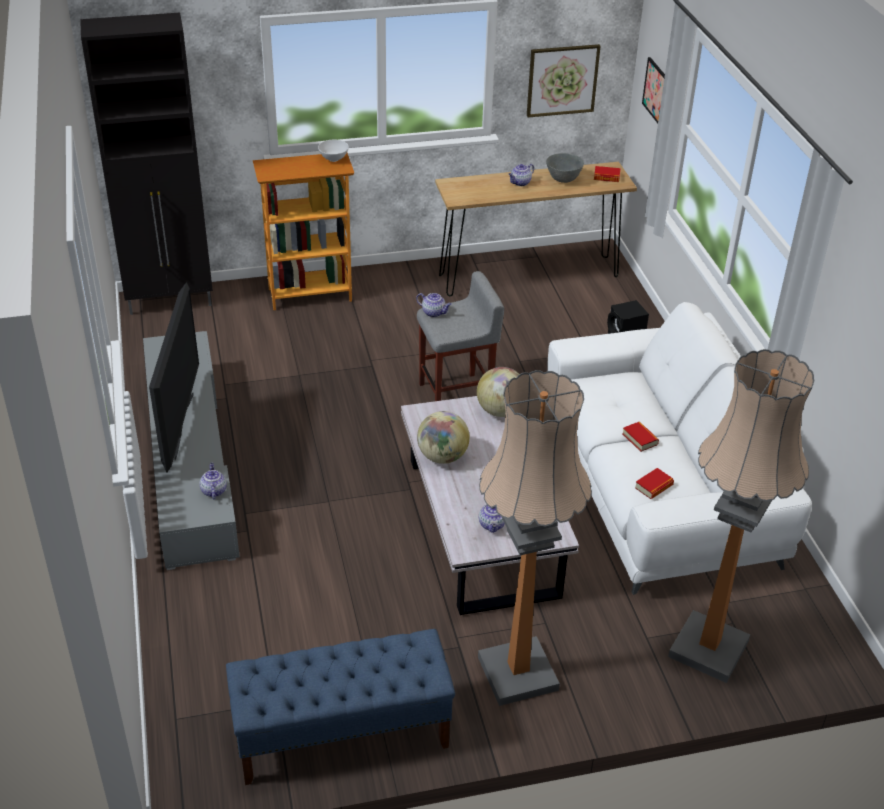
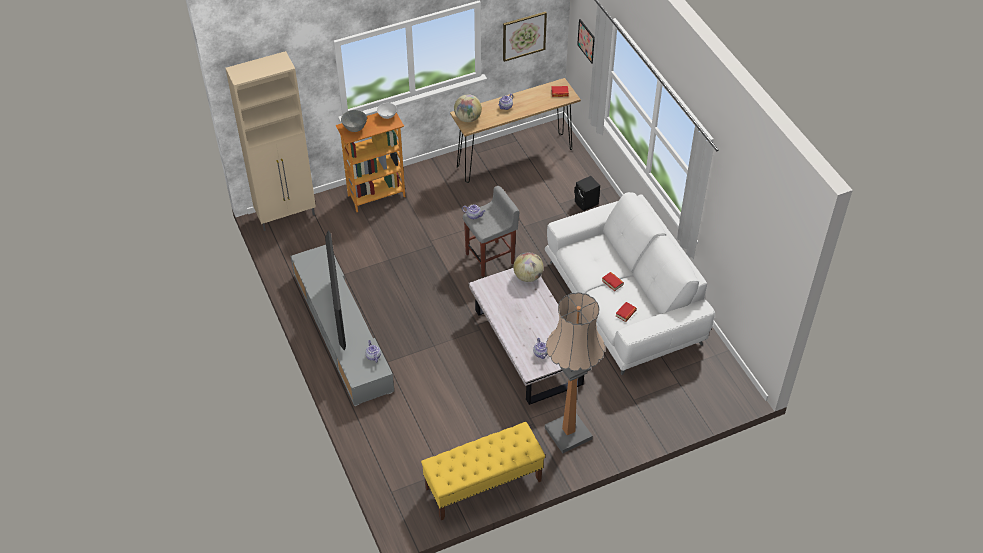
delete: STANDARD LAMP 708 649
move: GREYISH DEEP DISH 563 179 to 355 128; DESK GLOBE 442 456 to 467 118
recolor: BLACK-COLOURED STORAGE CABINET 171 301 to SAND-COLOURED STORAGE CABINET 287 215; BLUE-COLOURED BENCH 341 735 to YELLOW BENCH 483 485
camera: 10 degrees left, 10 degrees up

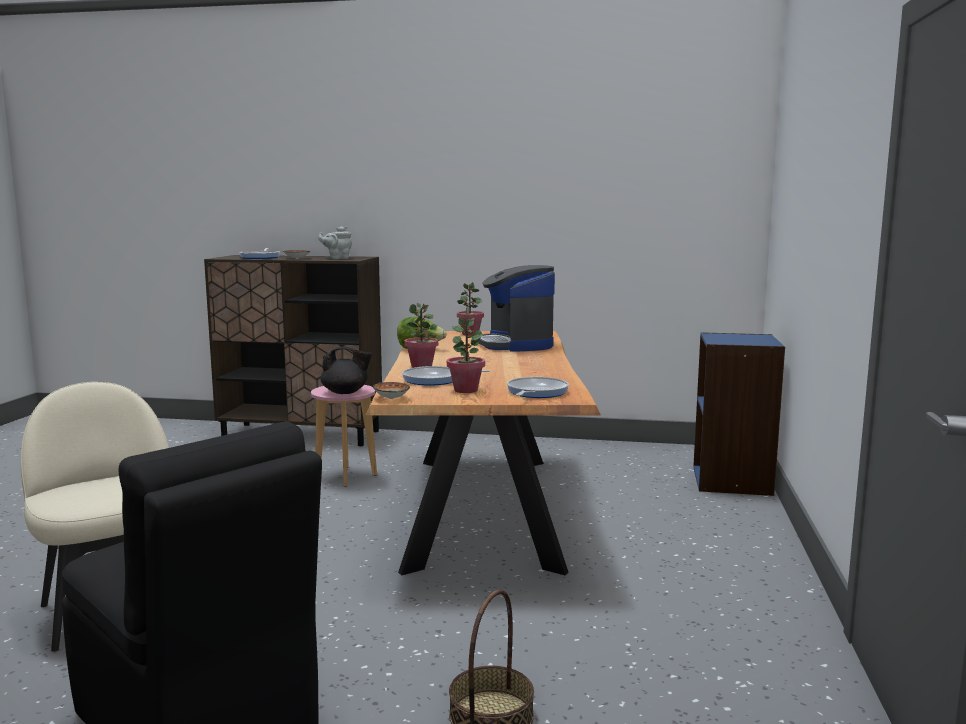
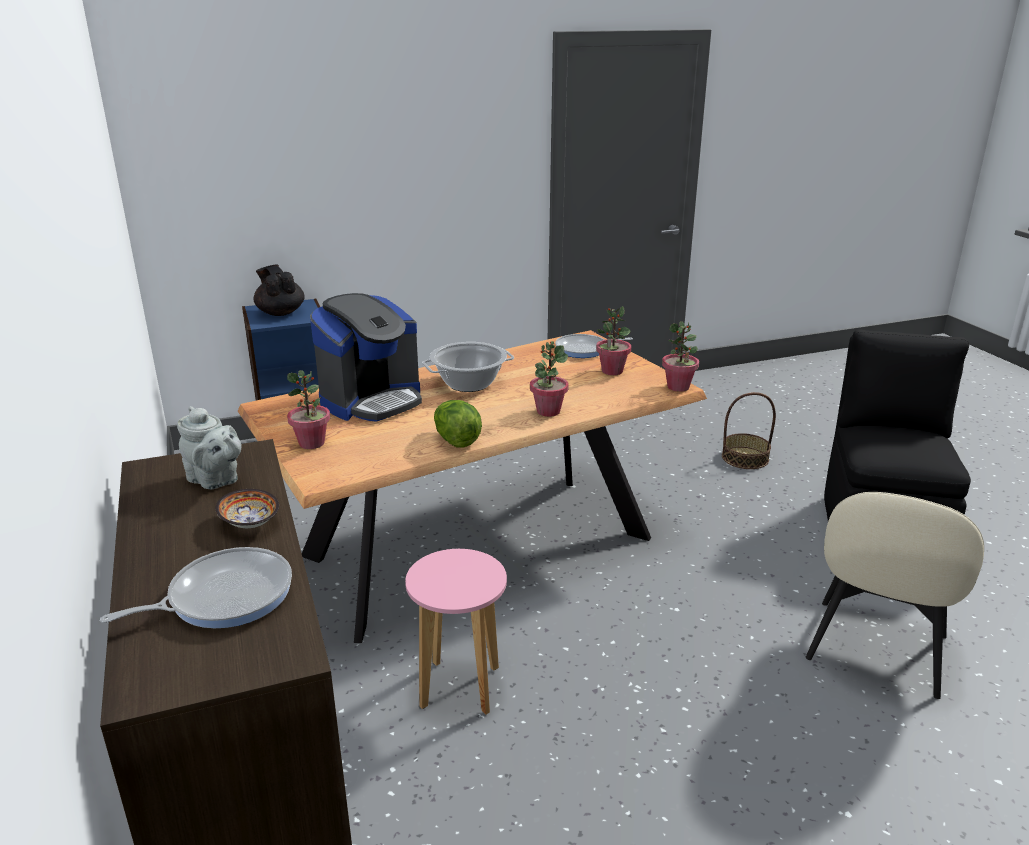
delete: PAN 435 380
insert: SAUCEPOT 469 383
move: BLACK-COLOURED POT FOR TEA 345 392 to 280 312
replace: DEEP DISH 390 399 to POTTED PLANT 678 387
camera: 120 degrees left, 15 degrees up

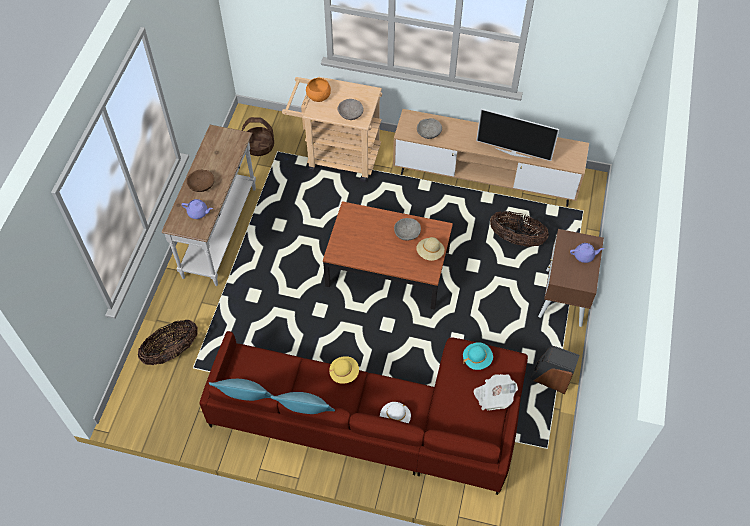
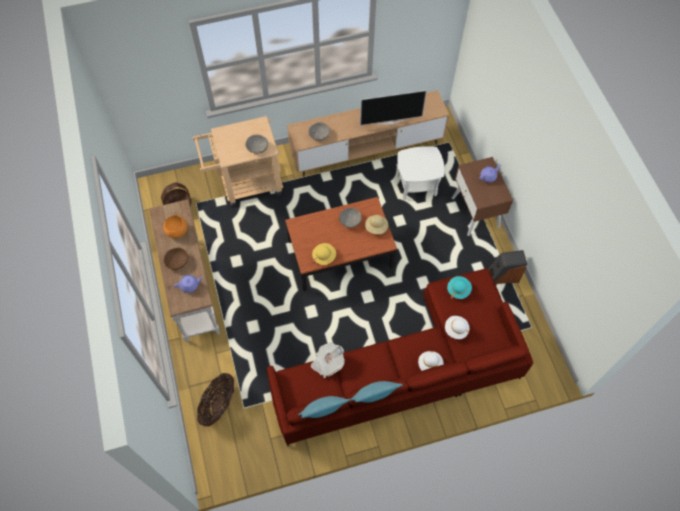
insert: WHITE HAT 456 329
move: ORANGE-COLOURED DEEP DISH 318 96 to 177 231; YELLOW HAT 344 373 to 324 256; NEWSPAPER 493 396 to 327 363
replace: BASKET 516 239 to WHITE ACCENT TABLE 417 185
camera: 30 degrees left, 5 degrees up

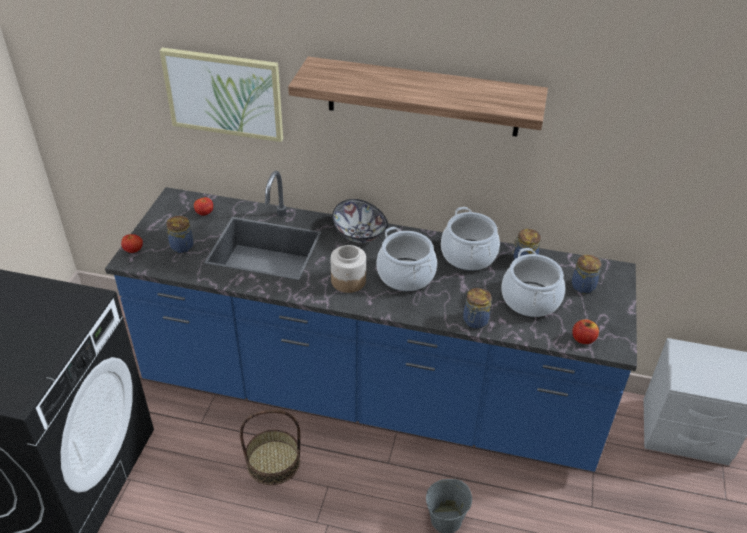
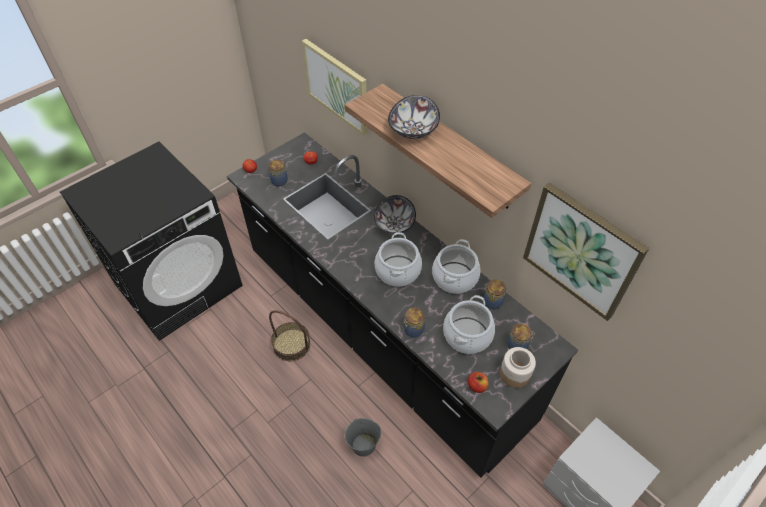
insert: DEEP DISH 414 130; PICTURE 581 251
move: JAR 348 281 to 514 374
recolor: BLUE-COLOURED KITCHEN COUNTER 370 394 to BLACK-COLOURED KITCHEN COUNTER 383 333
camera: 35 degrees right, 10 degrees up

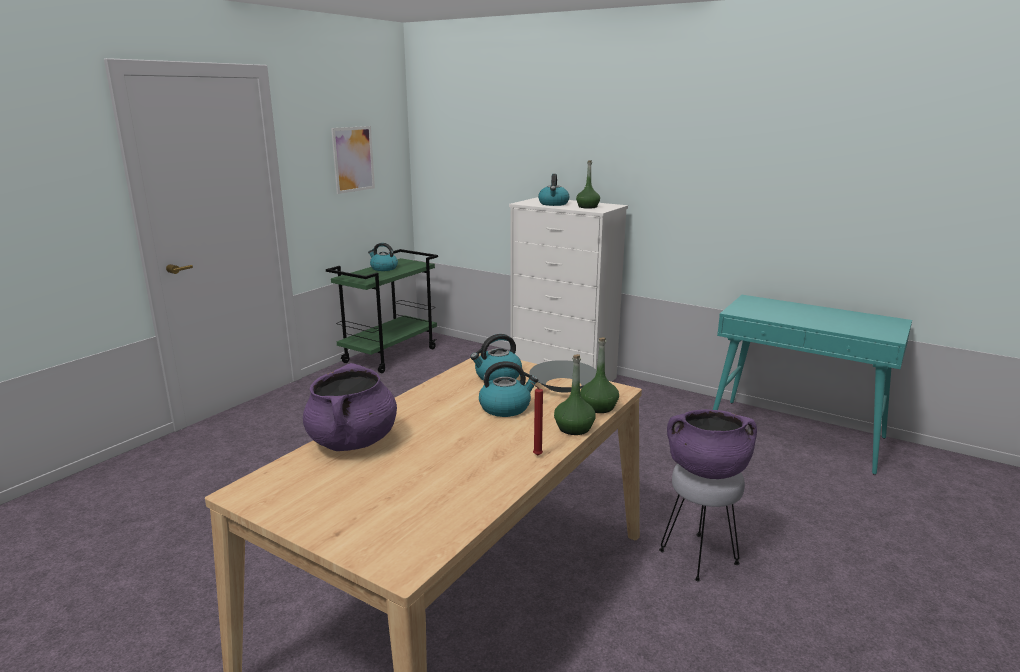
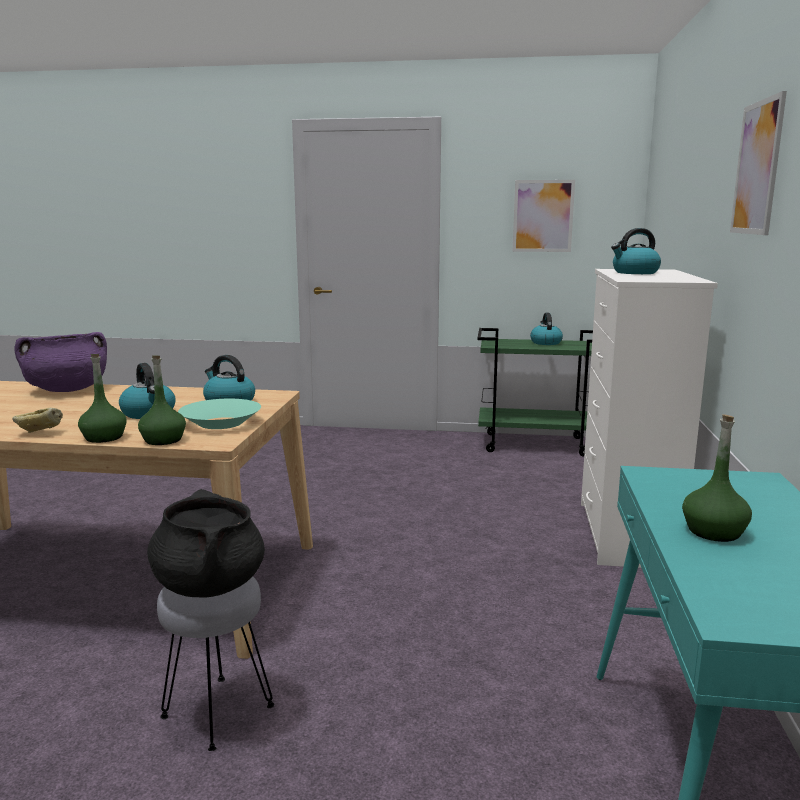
insert: PICTURE 757 168
move: GREEN-COLOURED DRINK BOTTLE 587 207 to 714 531
replace: REDDISH WAX LIGHT 536 455 to BAKED BREAD 39 433
recolor: GREYISH DEEP DISH 563 385 to TURQUOISE-COLOURED DEEP DISH 221 423; PURPLISH SAUCEPOT 707 470 to BLACK-COLOURED SAUCEPOT 209 585
camera: 65 degrees right, 5 degrees down

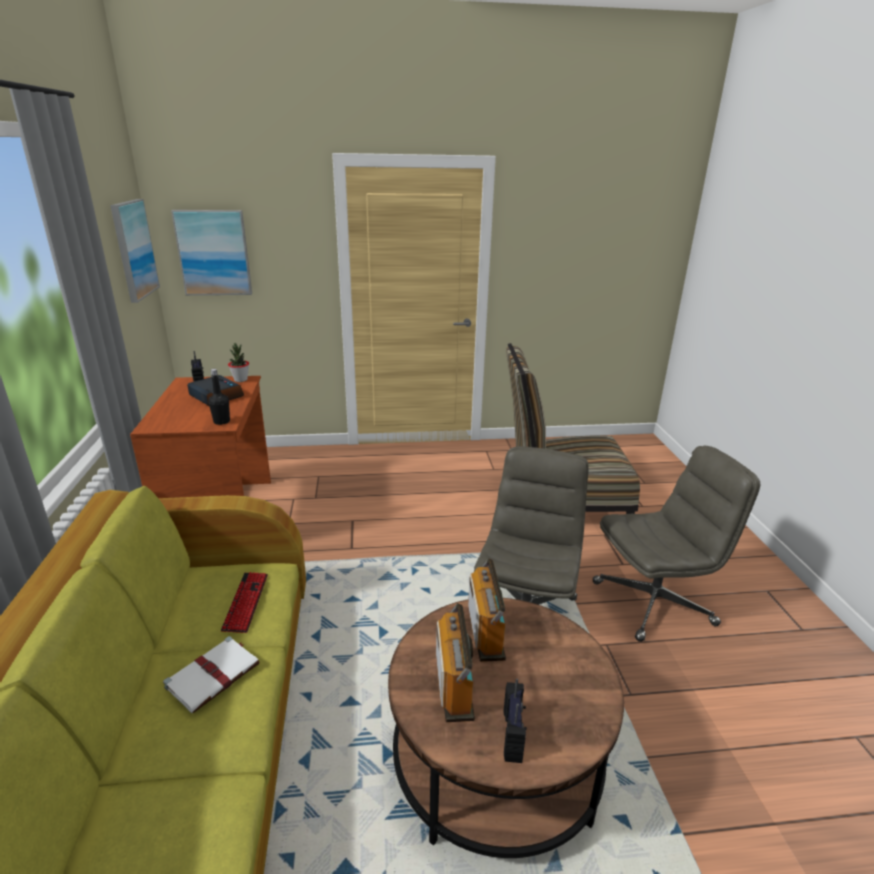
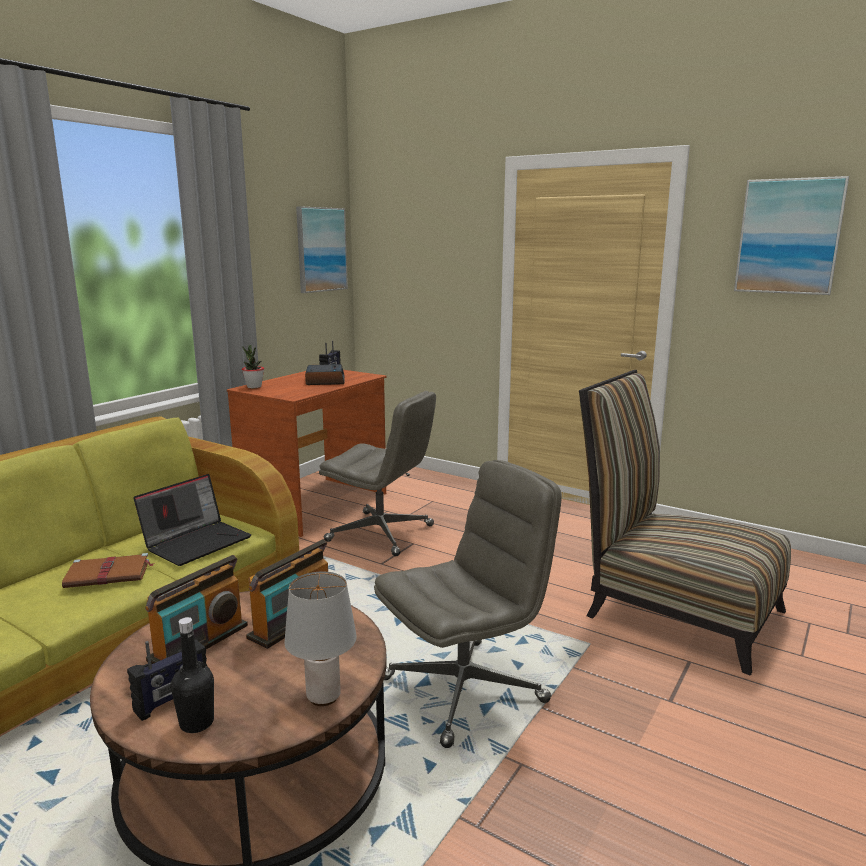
insert: GREYISH LAMP FOR A TABLE 322 697
move: PICTURE 214 253 to 789 236; POTTED PLANT 240 380 to 254 387; BLACK-COLOURED DRINK BOTTLE 221 421 to 197 723; GREYISH OFFICE CHAIR 654 602 to 382 533
replace: PC KEYBOARD 246 602 to LAPTOP 197 542
recolor: WHITE VOLUME 214 675 to BROWNISH VOLUME 109 574
camera: 40 degrees right, 10 degrees down

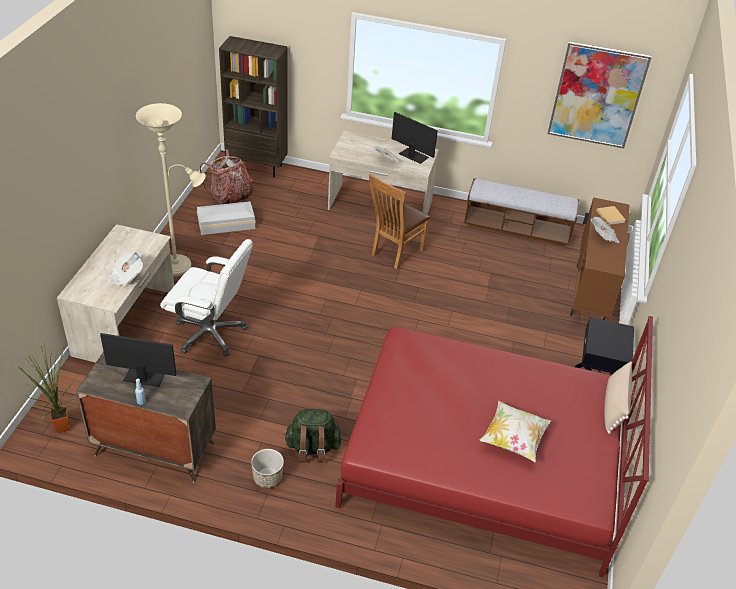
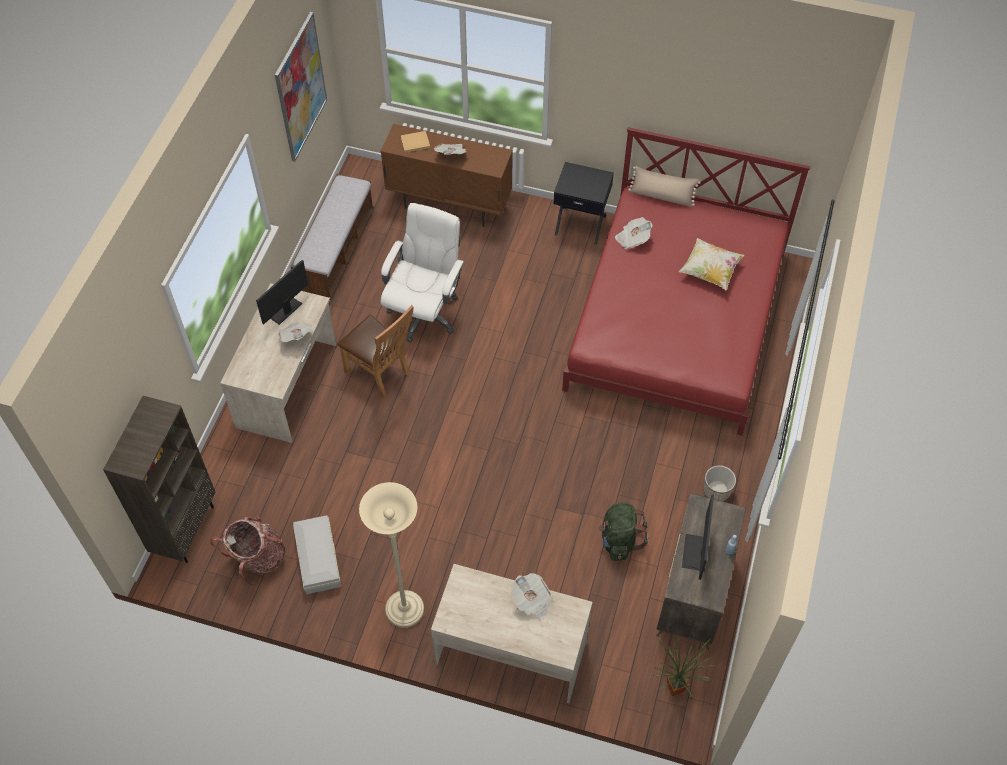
insert: NEWSPAPER 632 239
move: WHITE OFFICE CHAIR 211 333 to 424 312; GREEN-COLOURED RUCKSACK 312 448 to 619 540
camera: 85 degrees left, 15 degrees up

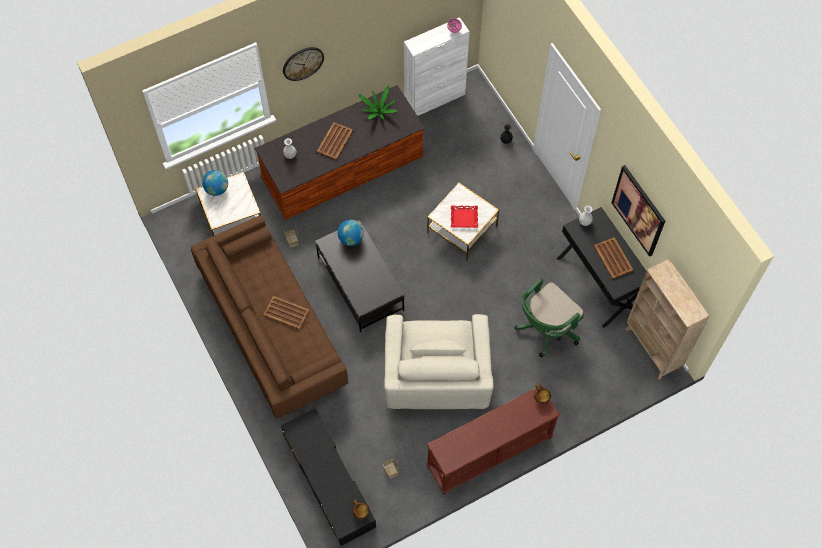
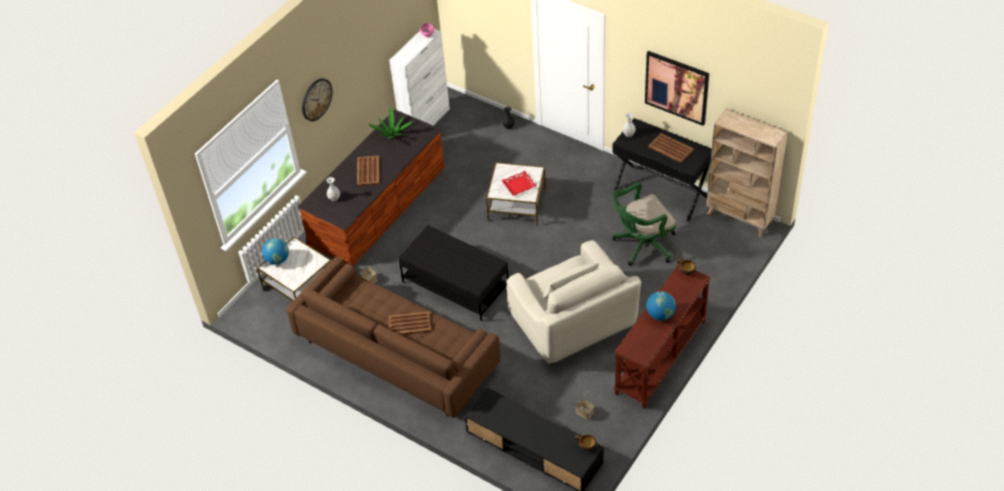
move: DESK GLOBE 351 238 to 660 315
rotate: GREEN-COLOURED OFFICE CHAIR 545 330 = 641 245 45 degrees clockwise
camera: 25 degrees left, 15 degrees down

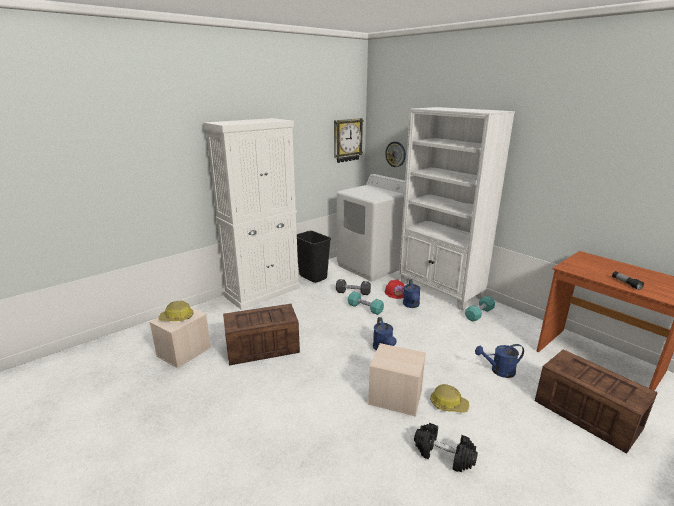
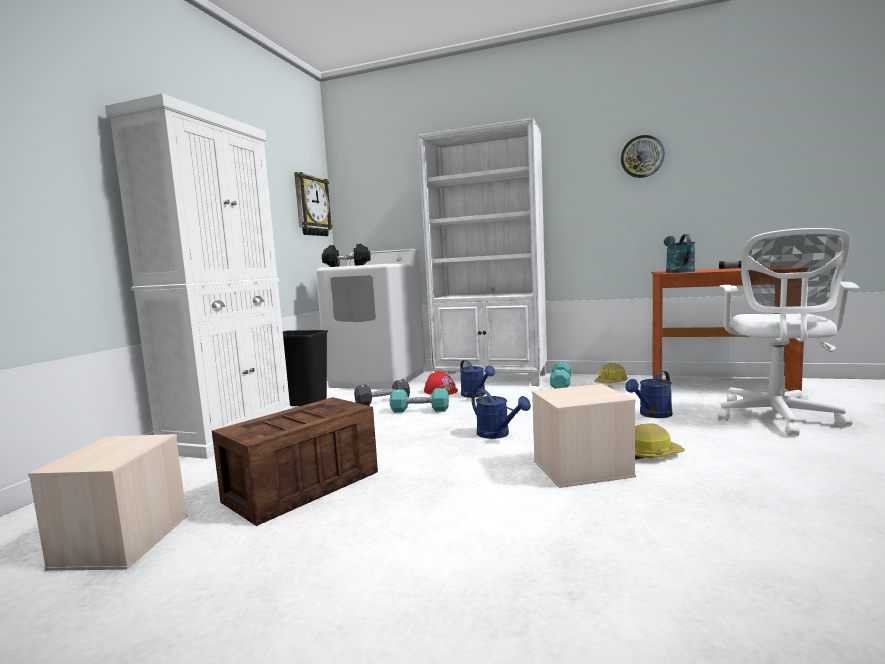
insert: TURQUOISE-COLOURED WATERING CAN 678 272
move: WALL CLOCK 396 154 to 642 156; HARD HAT 177 317 to 611 383; BLACK-COLOURED HAND WEIGHT 443 455 to 346 266
replace: CRATE 585 413 to WHITE OFFICE CHAIR 777 418
camera: 30 degrees left, 15 degrees down

